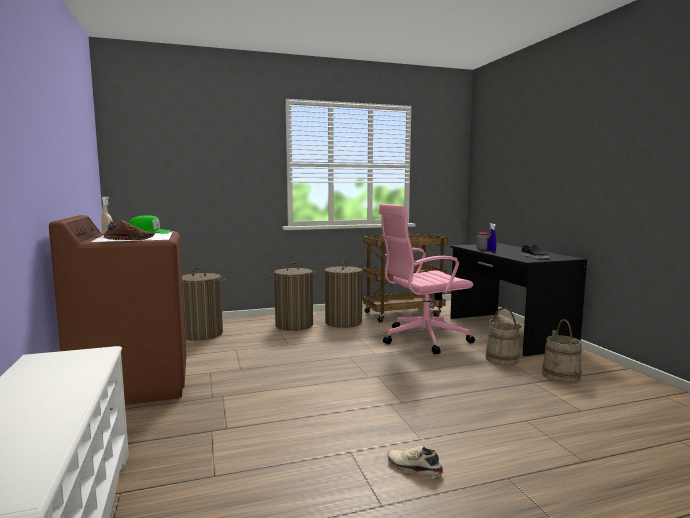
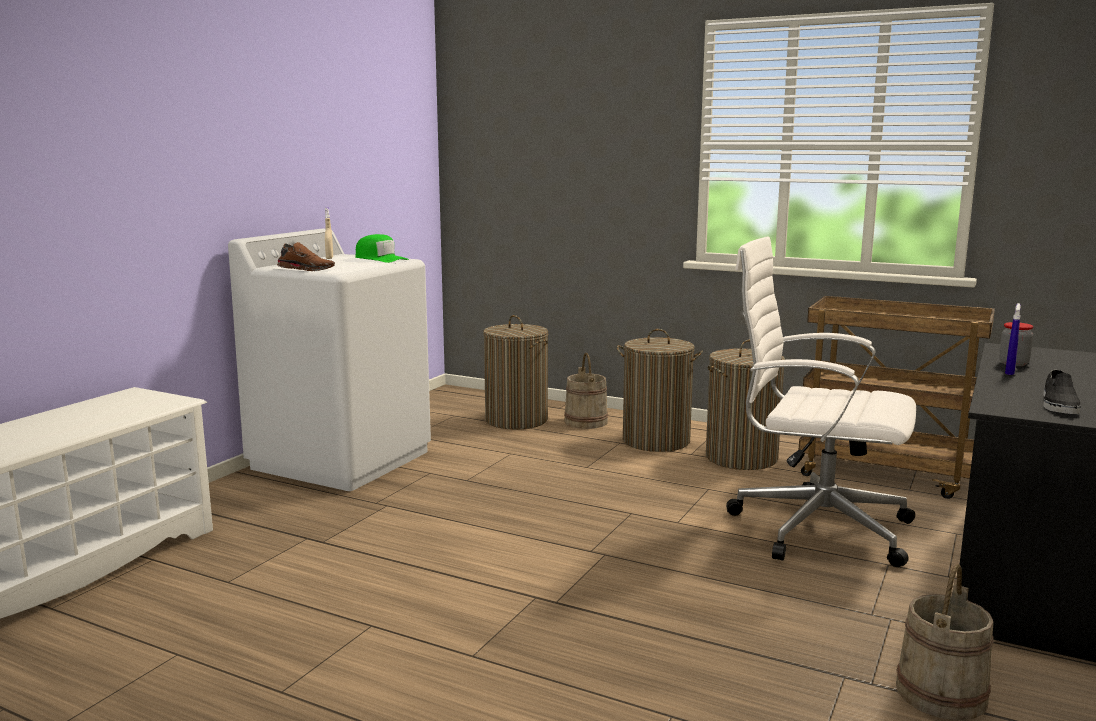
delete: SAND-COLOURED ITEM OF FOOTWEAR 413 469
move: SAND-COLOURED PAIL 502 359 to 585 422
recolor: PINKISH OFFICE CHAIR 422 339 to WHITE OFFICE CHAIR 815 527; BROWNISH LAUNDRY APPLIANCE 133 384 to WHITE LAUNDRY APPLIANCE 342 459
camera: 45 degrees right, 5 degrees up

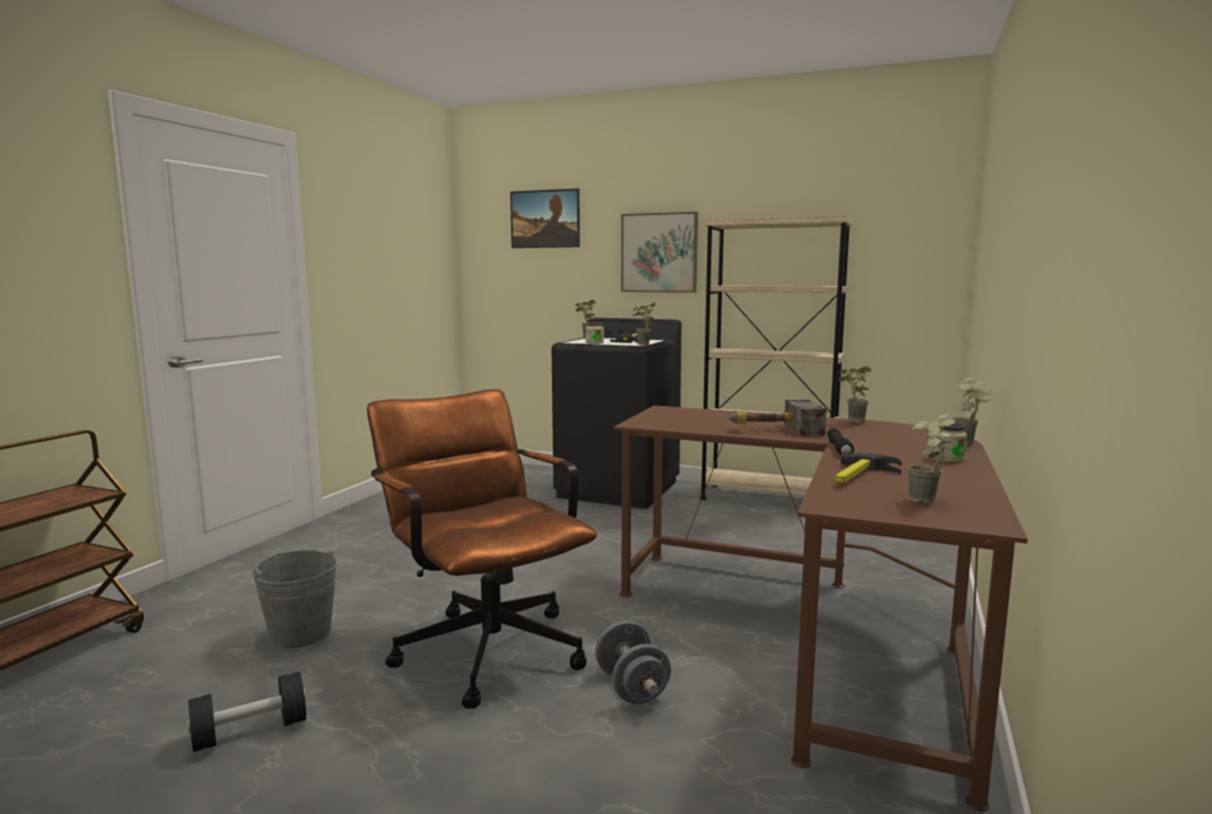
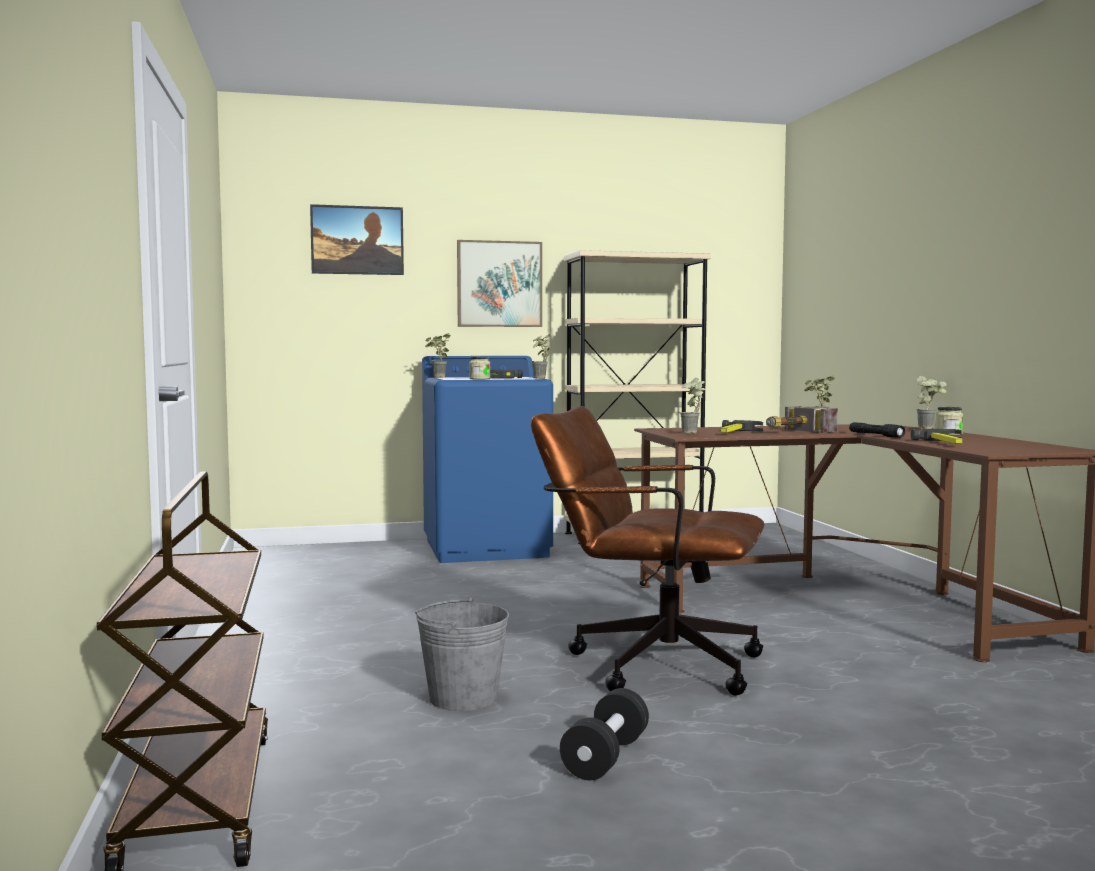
delete: GREYISH HAND WEIGHT 631 687
insert: HAND HAMMER 736 432
move: POTTED PLANT 927 503 to 693 433
recolor: BLACK-COLOURED LAUNDRY APPLIANCE 618 489 to BLUE-COLOURED LAUNDRY APPLIANCE 487 548
camera: 35 degrees left, 5 degrees down

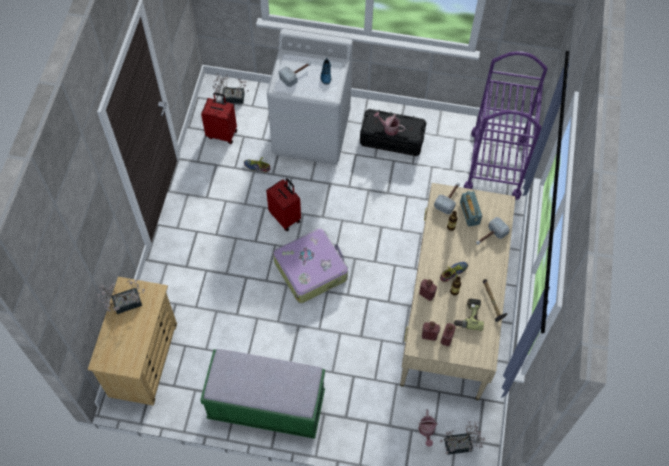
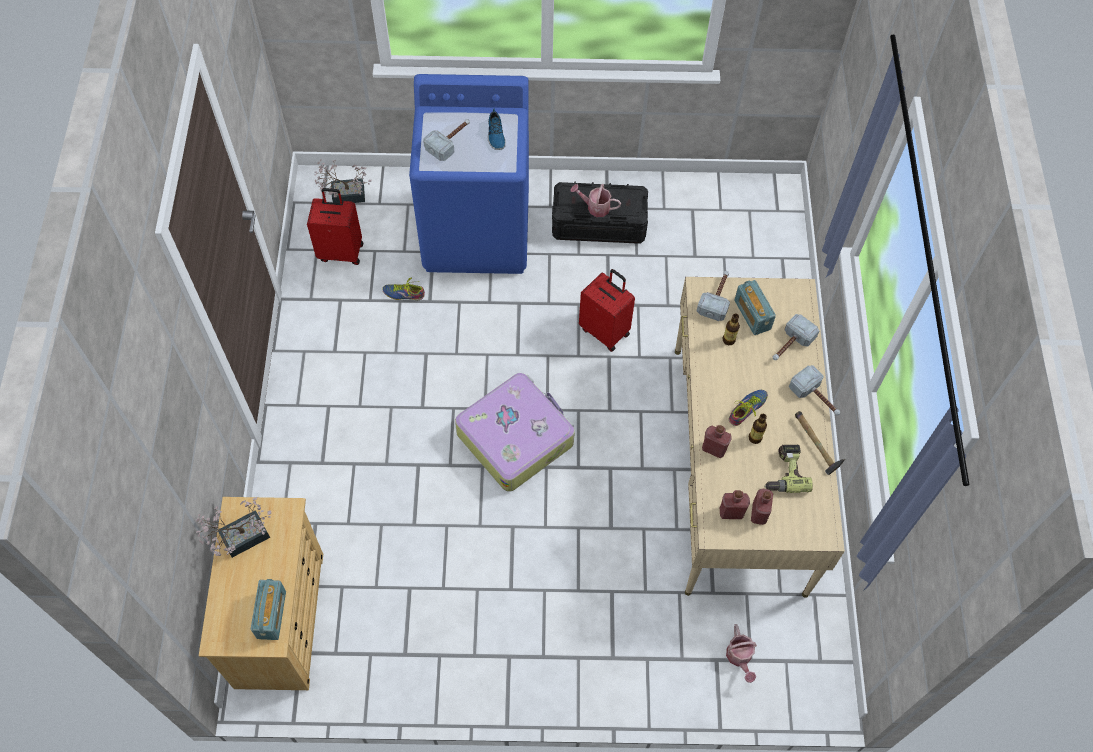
delete: PURPLISH TROLLEY 495 164; GREEN-COLOURED BENCH 266 406; POTTED PLANT 461 445
insert: HAND HAMMER 816 397; RADIO SET 271 614
move: REDDISH TRAVEL CASE 286 217 to 605 331
recolor: WHITE LAUNDRY APPLIANCE 312 133 to BLUE-COLOURED LAUNDRY APPLIANCE 477 231
camera: 10 degrees left, 0 degrees up

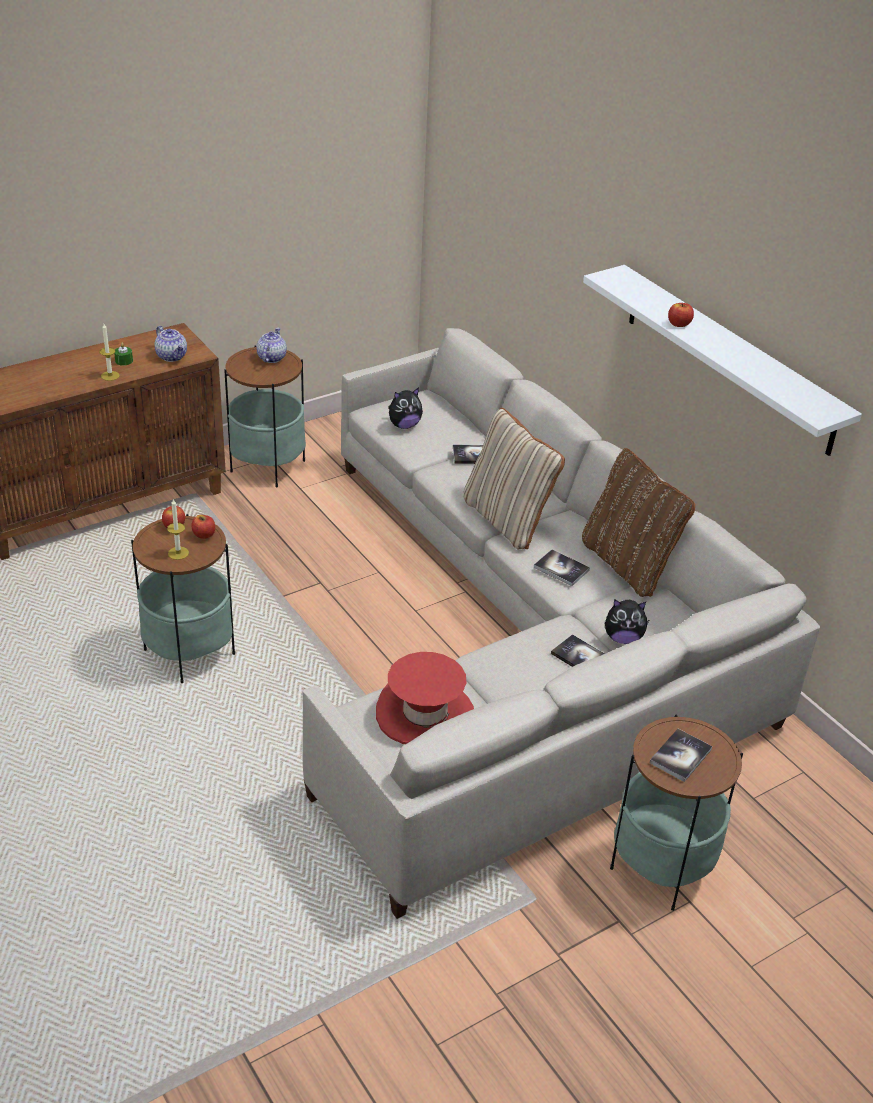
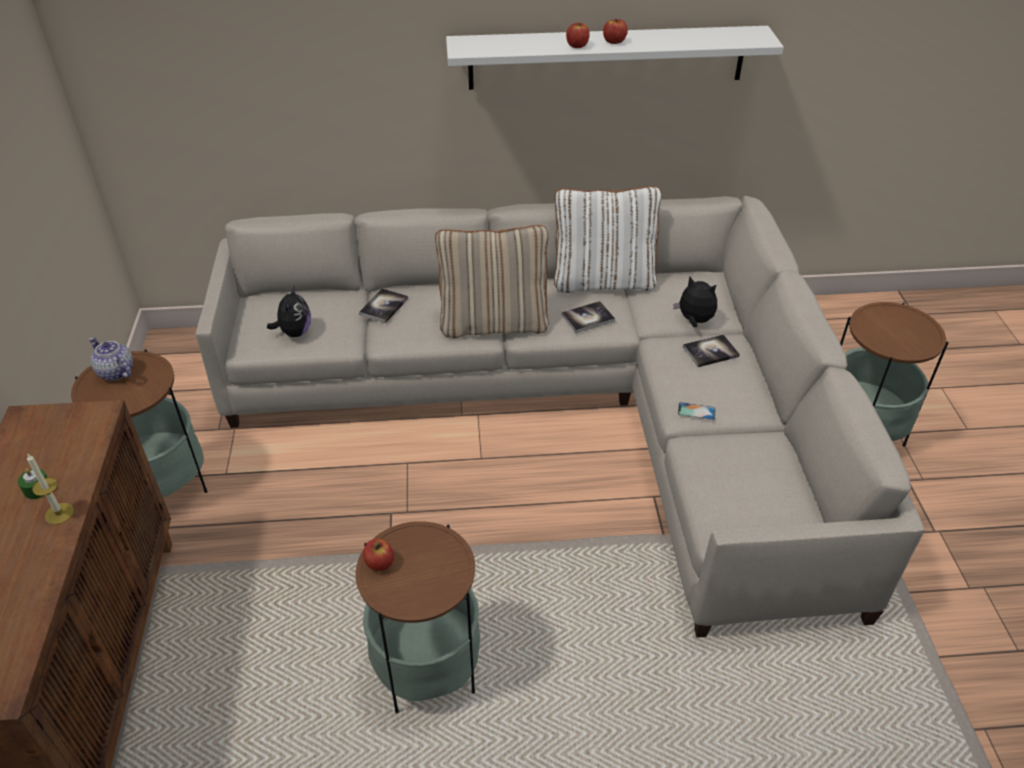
delete: POT FOR TEA 172 356; WAX LIGHT 178 553; REDDISH HAT 425 714; VOLUME 680 756
insert: HANDSET 696 411
move: WHOLE APPLE 204 535 to 614 41
recolor: BROWNISH THROW PILLOW 628 564 to WHITE THROW PILLOW 603 280
rotate: SOFT TOY 623 638 = 694 321 90 degrees counterclockwise
camera: 60 degrees left, 5 degrees up

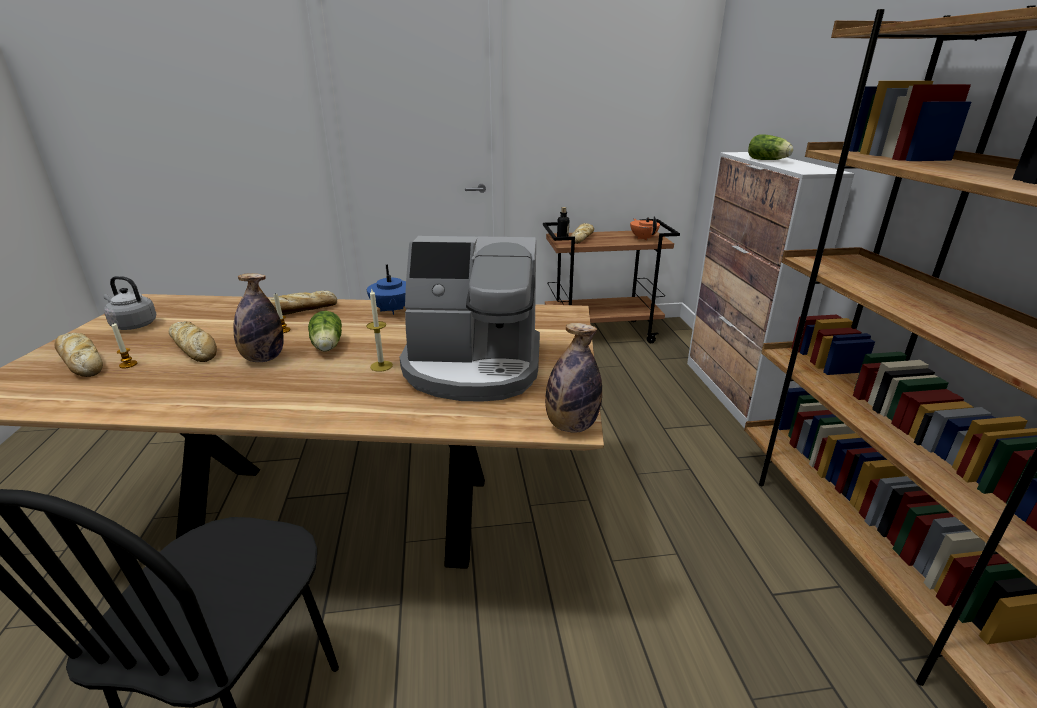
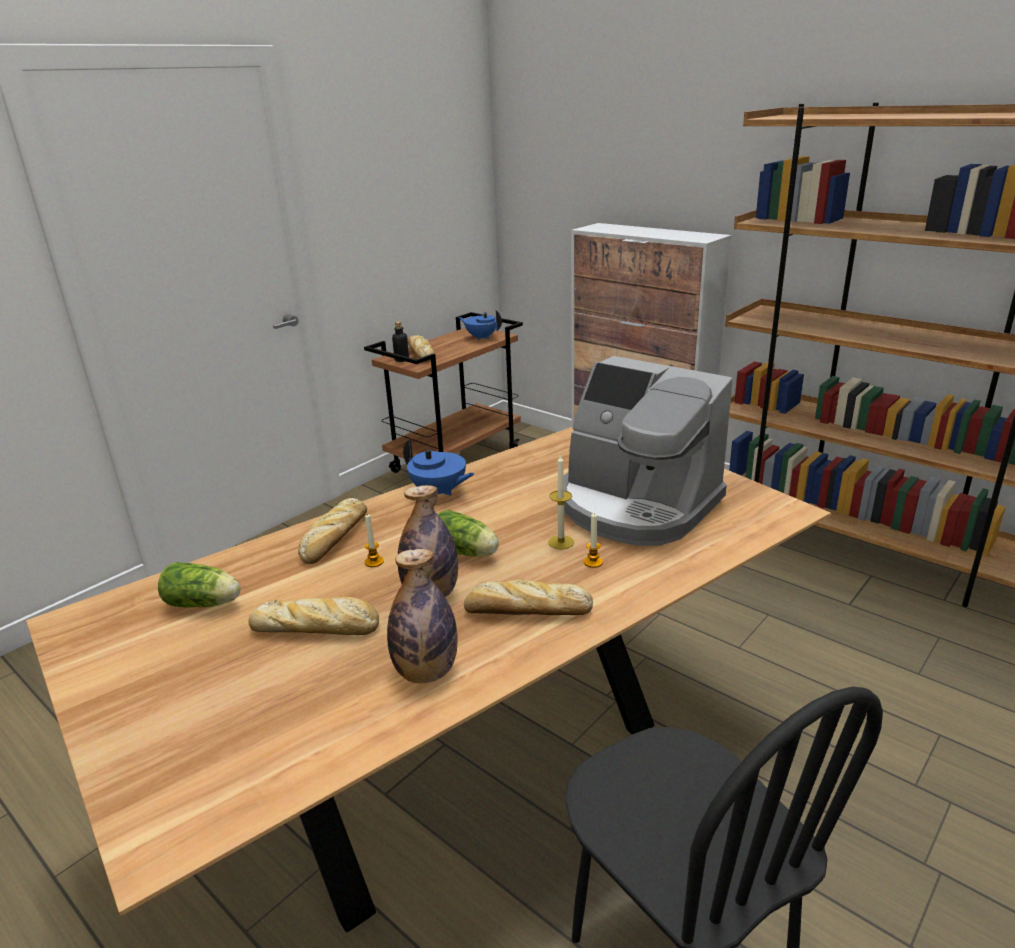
delete: GREYISH WATER KETTLE 133 325
move: LETTUCE 768 160 to 205 604; WAX LIGHT 128 364 to 593 562; DRINK BOTTLE 571 426 to 426 672; BAKED BREAD 81 361 to 525 610
recolor: ORANGE-COLOURED POT FOR TEA 643 238 to BLUE-COLOURED POT FOR TEA 481 337
rotate: COFFEE BREWER 473 367 = 635 506 75 degrees clockwise
camera: 40 degrees left, 0 degrees up

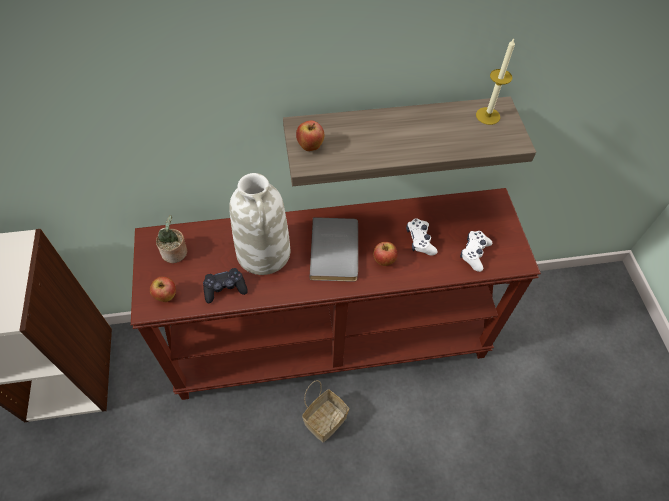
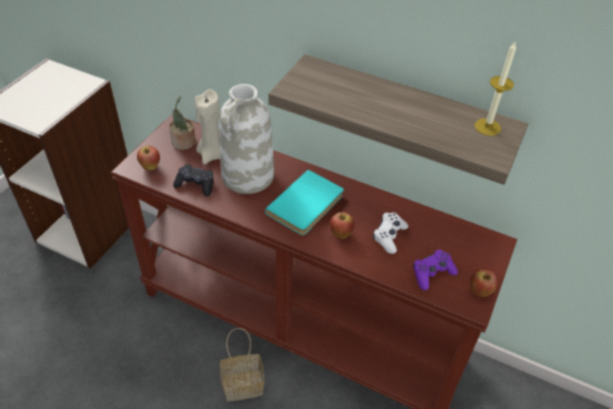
insert: SAND-COLOURED WAX LIGHT 211 155
move: WHOLE APPLE 310 147 to 479 291
recolor: GREYISH VOLUME 337 251 to TURQUOISE-COLOURED VOLUME 307 205; WHITE JOYPAD 474 253 to PURPLISH JOYPAD 432 273
camera: 35 degrees right, 10 degrees down

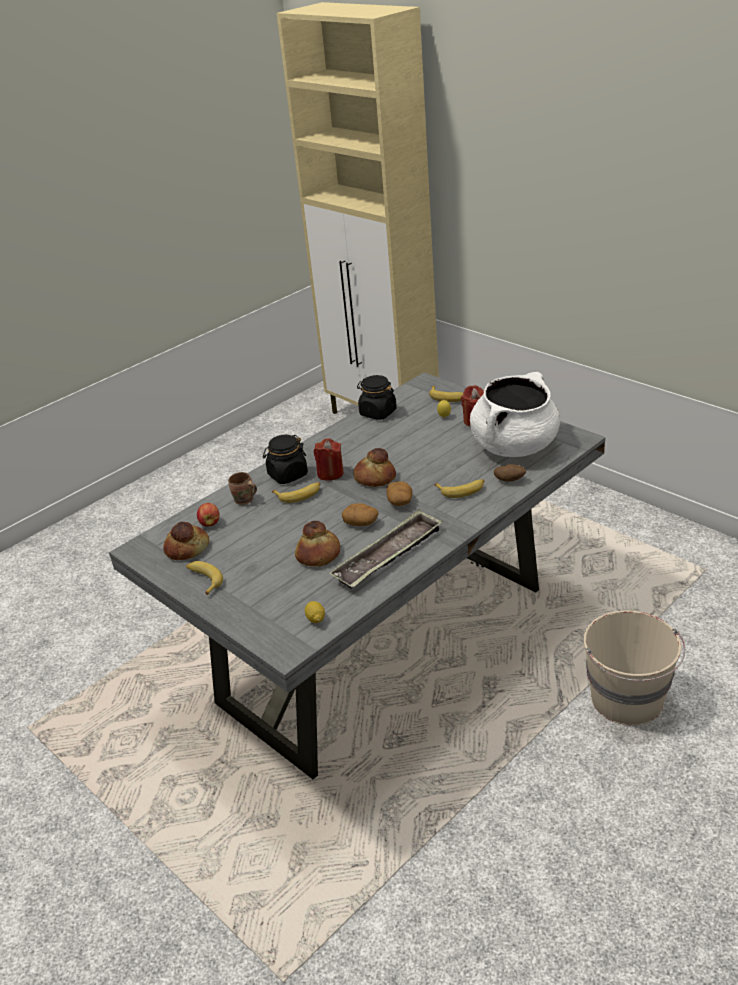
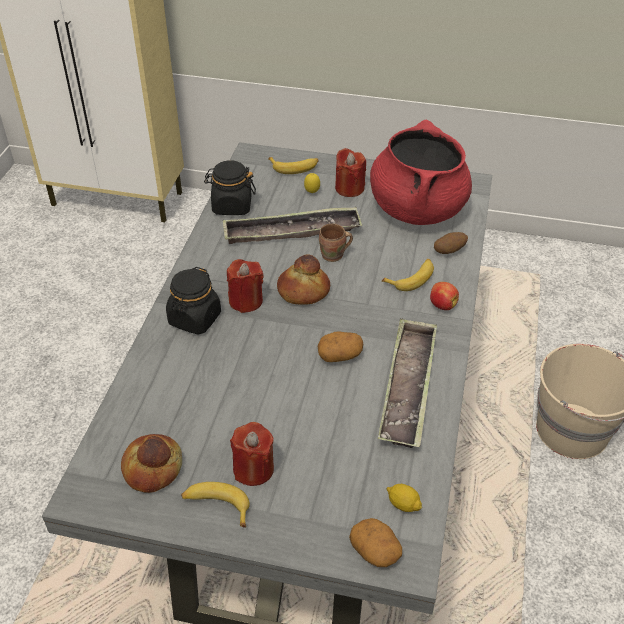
delete: WHOLE BANANA 299 495; BAKED BREAD 319 555
insert: CARRYING TRAY 292 232; REDDISH WAX LIGHT 253 469
move: BROWNISH COFFEE MUG 244 501 to 334 256; WHOLE POTATO 400 502 to 376 551; WHOLE APPLE 210 523 to 442 305
recolor: WHITE SAUCEPOT 514 446 to REDDISH SAUCEPOT 417 209
camera: 35 degrees left, 10 degrees up

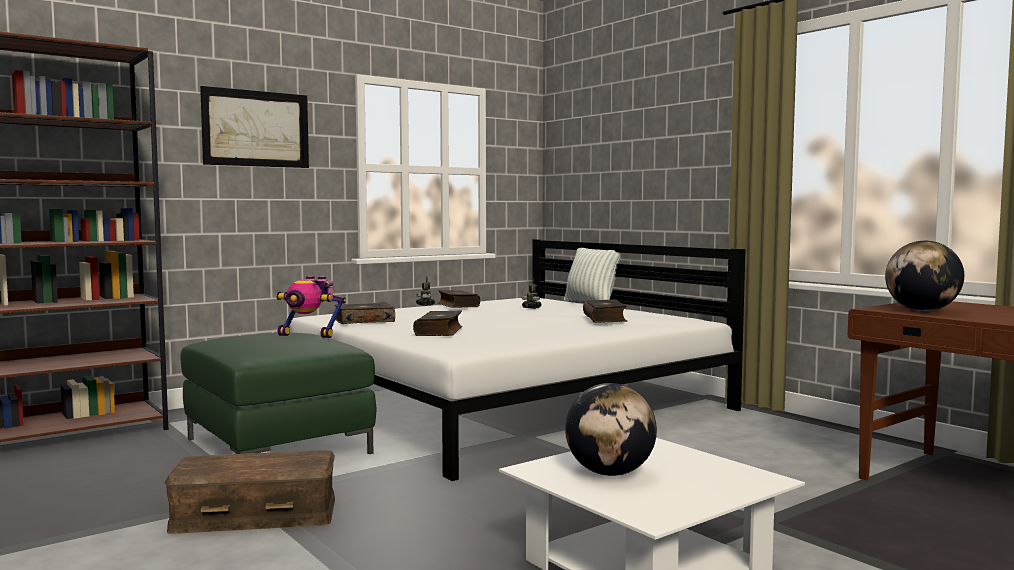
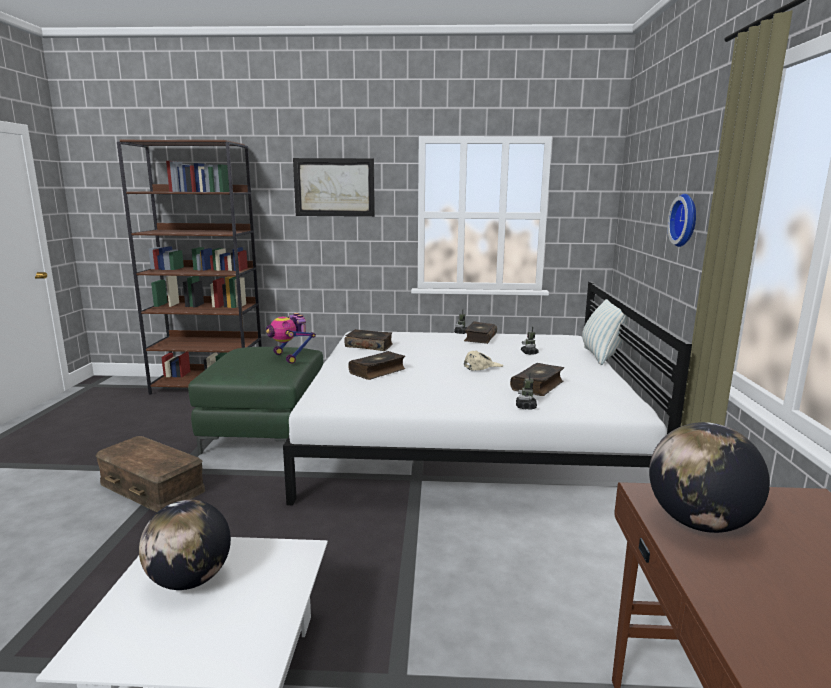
insert: WALL CLOCK 686 220; SAND-COLOURED CAP 482 366; ROBOT FIGURE 526 406
camera: 40 degrees right, 10 degrees up

